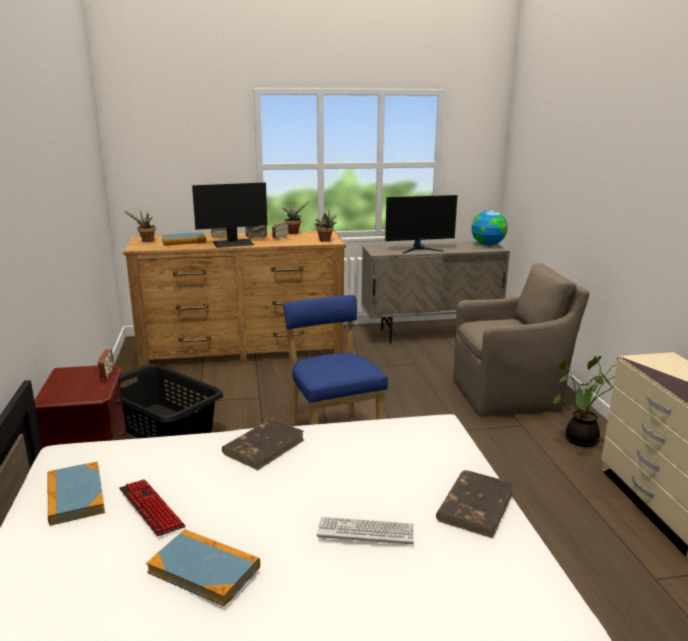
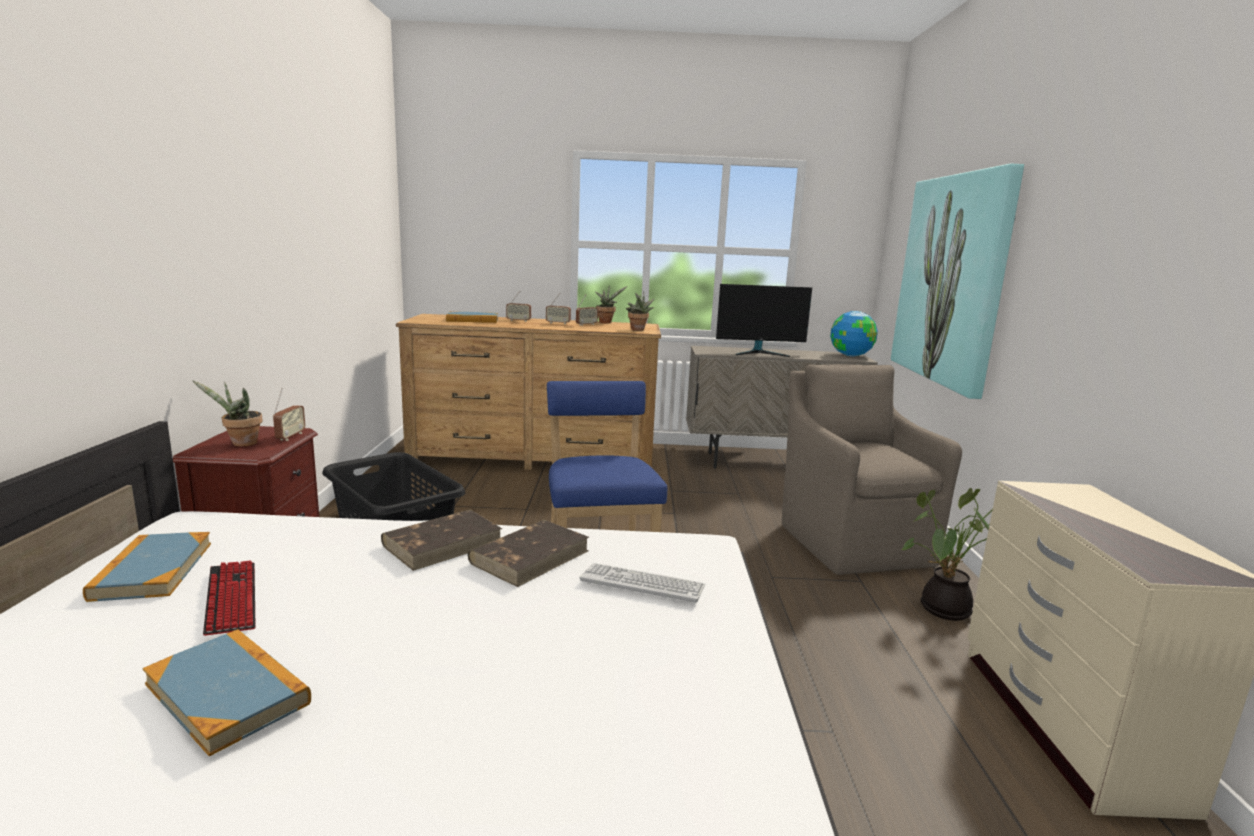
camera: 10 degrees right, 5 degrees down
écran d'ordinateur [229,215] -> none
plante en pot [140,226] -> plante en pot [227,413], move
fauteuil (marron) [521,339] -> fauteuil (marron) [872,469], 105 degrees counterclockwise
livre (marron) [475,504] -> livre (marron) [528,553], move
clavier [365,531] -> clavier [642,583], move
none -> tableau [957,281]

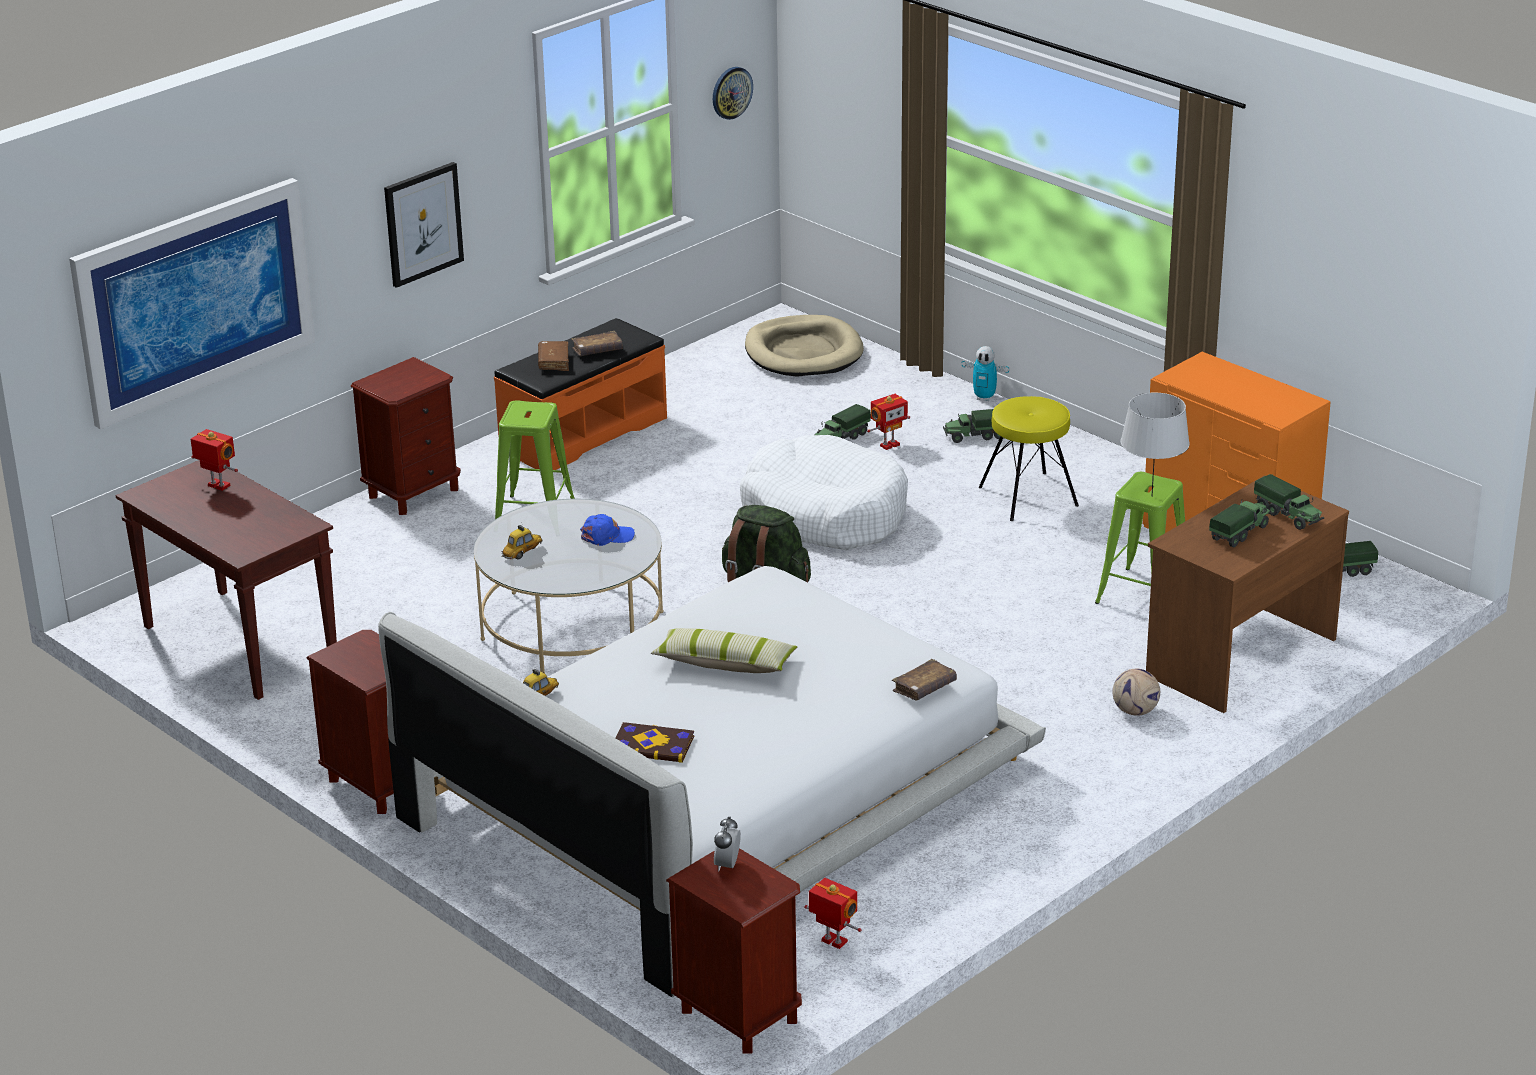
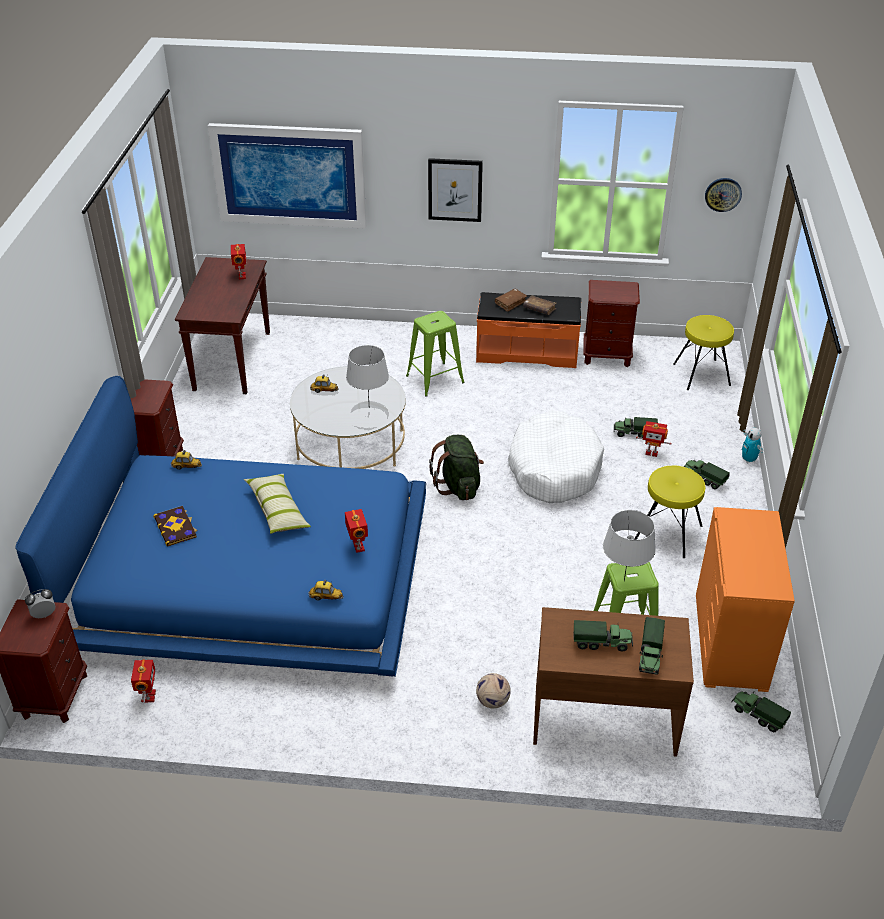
camera: 50 degrees right, 10 degrees up
panier pour chien (beige) [804,346] -> tabouret (jaune) [703,352]
table de chevet (marron) [406,436] -> table de chevet (marron) [611,323], move
casquette (bleu) [607,530] -> lampe de table (gris) [367,372]
lit (blanc) [712,781] -> lit (bleu) [220,526]
livre (marron) [924,679] -> petite voiture [326,590]
none -> robot jouet [356,531]

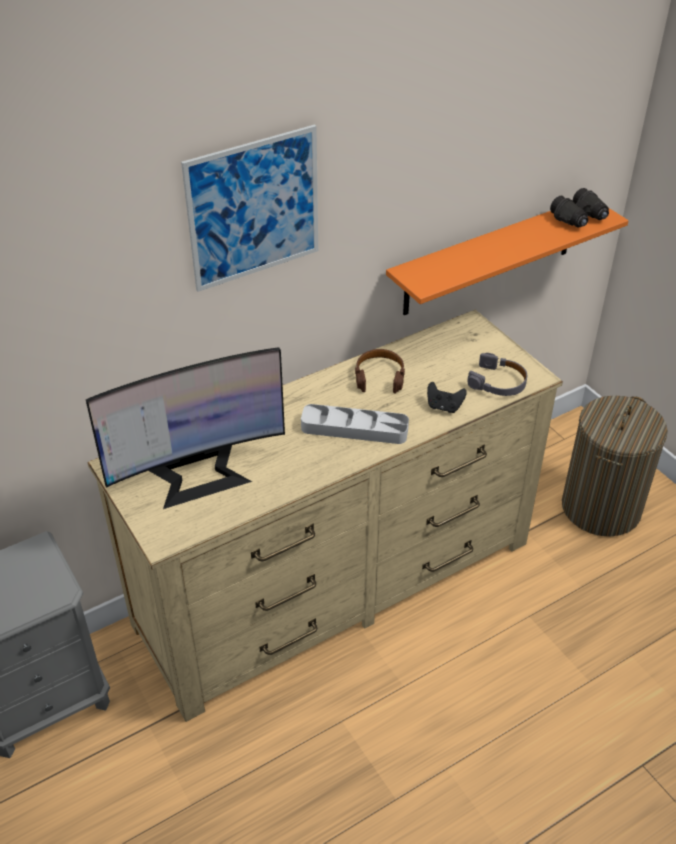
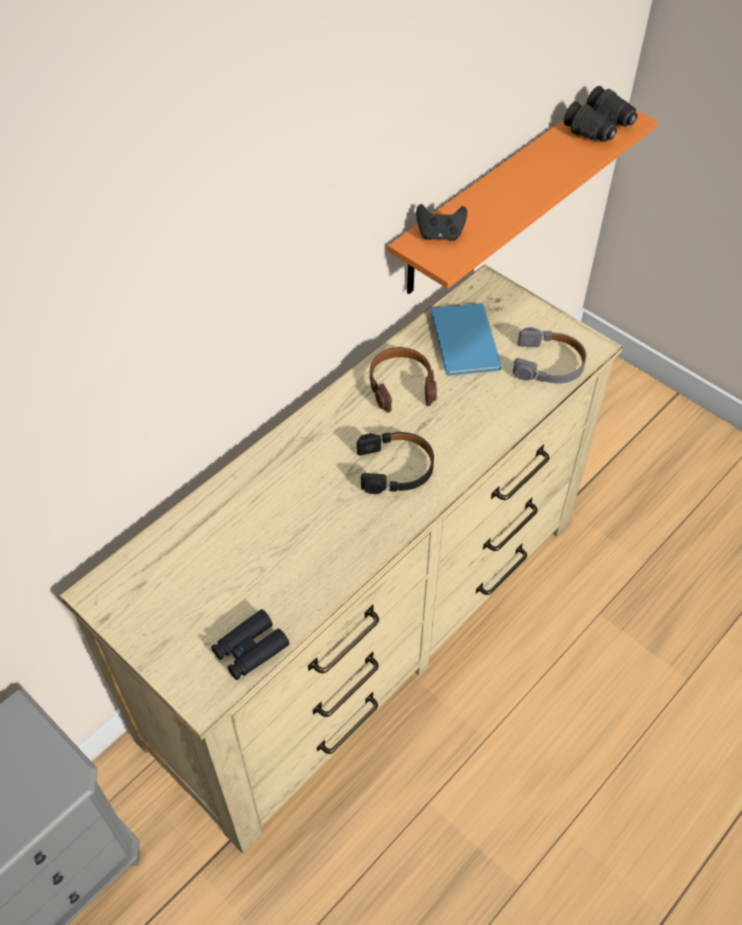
camera: 15 degrees left, 10 degrees up
tableau [249,208] -> none
écran d'ordinateur [185,428] -> none
manette (noir) [447,397] -> manette (noir) [441,222], move
panier à linge [615,466] -> none
plateau (gris) [355,424] -> casque audio (noir) [395,463]
none -> livre (bleu) [466,339]
none -> jumelles (noir) [250,644]

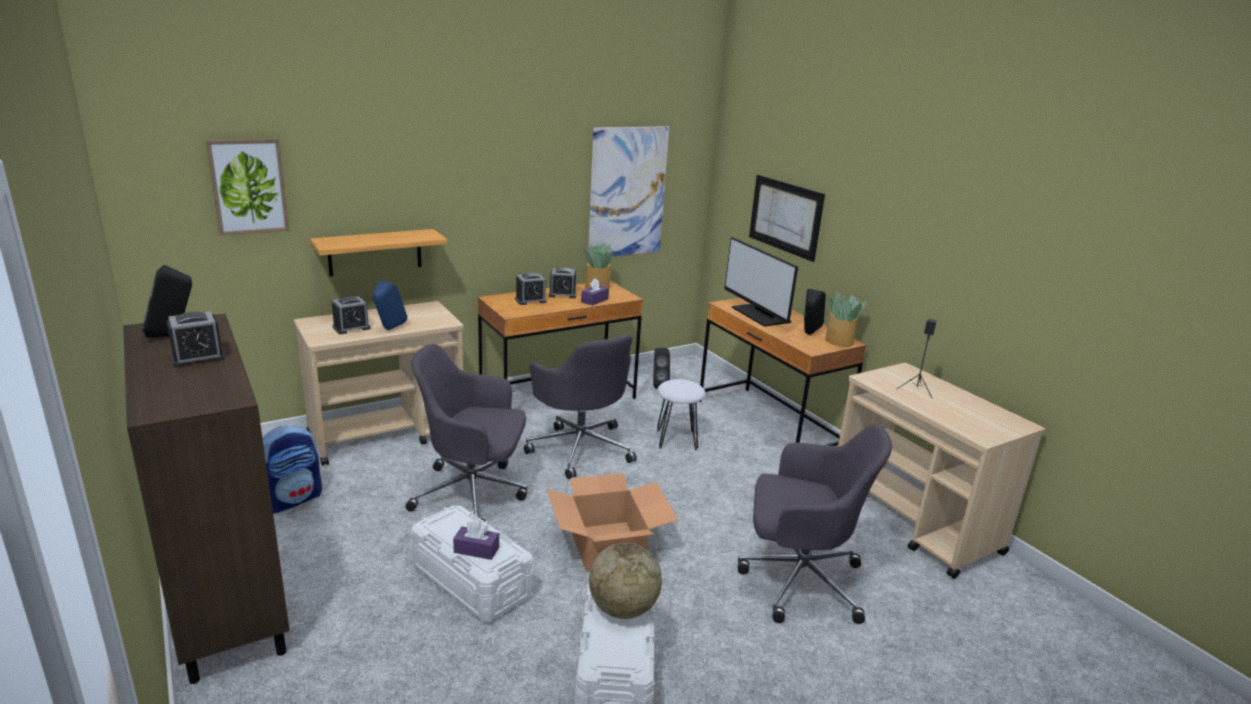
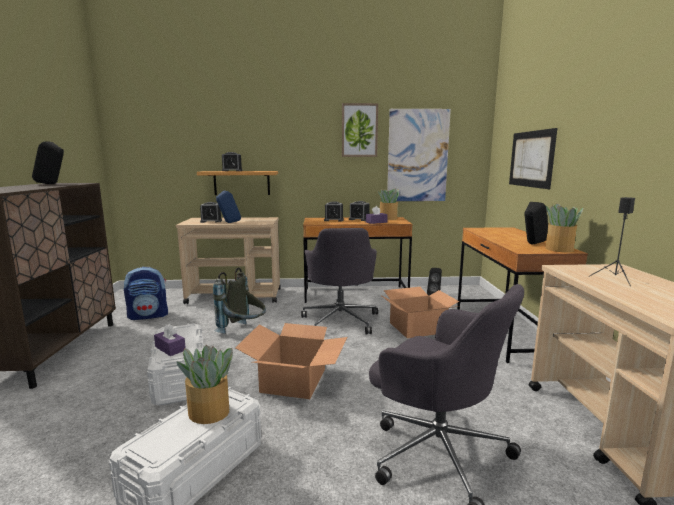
camera: 30 degrees right, 10 degrees down
tableau [247,187] -> tableau [360,130], move
écran d'ordinateur [761,282] -> none
réveil [196,339] -> réveil [232,161], move
chaise de bureau (gris) [466,433] -> sac à dos (gris) [239,300]
tabouret (blanc) [681,414] -> carton [420,313]
globe [625,580] -> plante en pot [205,384]

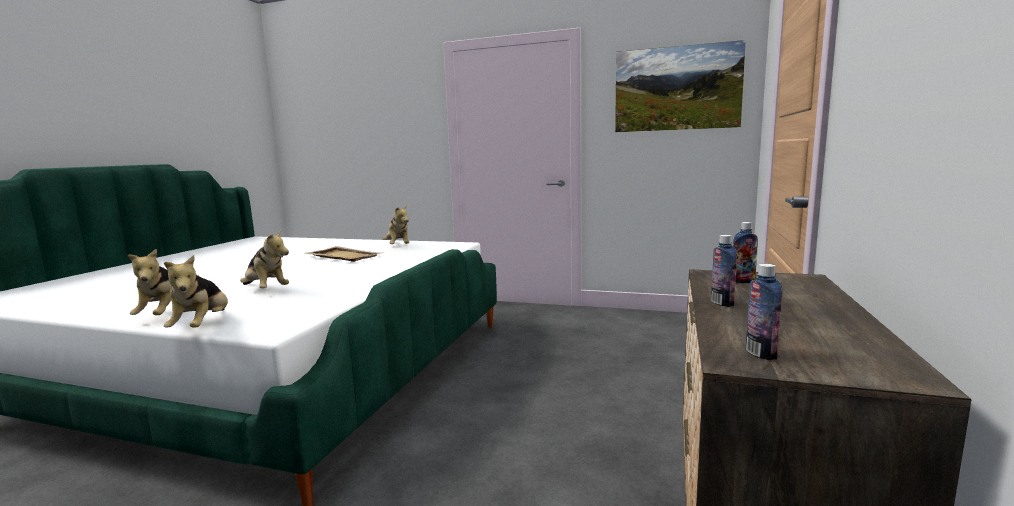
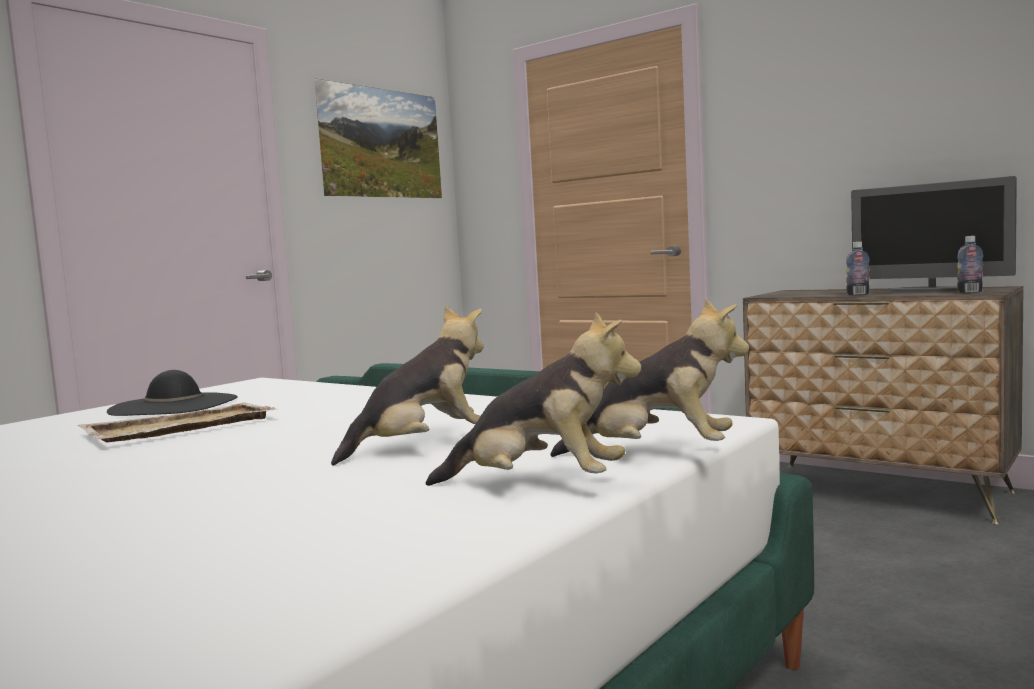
camera: 70 degrees left, 5 degrees down
peluche [396,224] -> chapeau (noir) [172,393]
bouteille [745,252] -> none
none -> écran d'ordinateur [934,234]

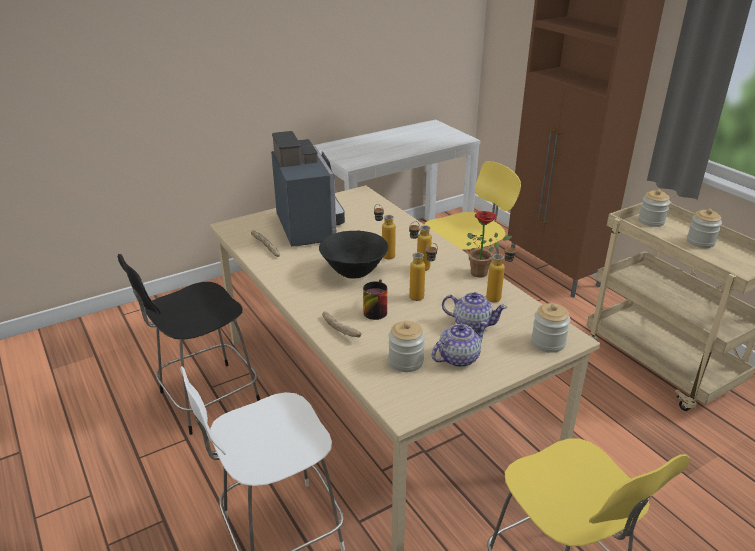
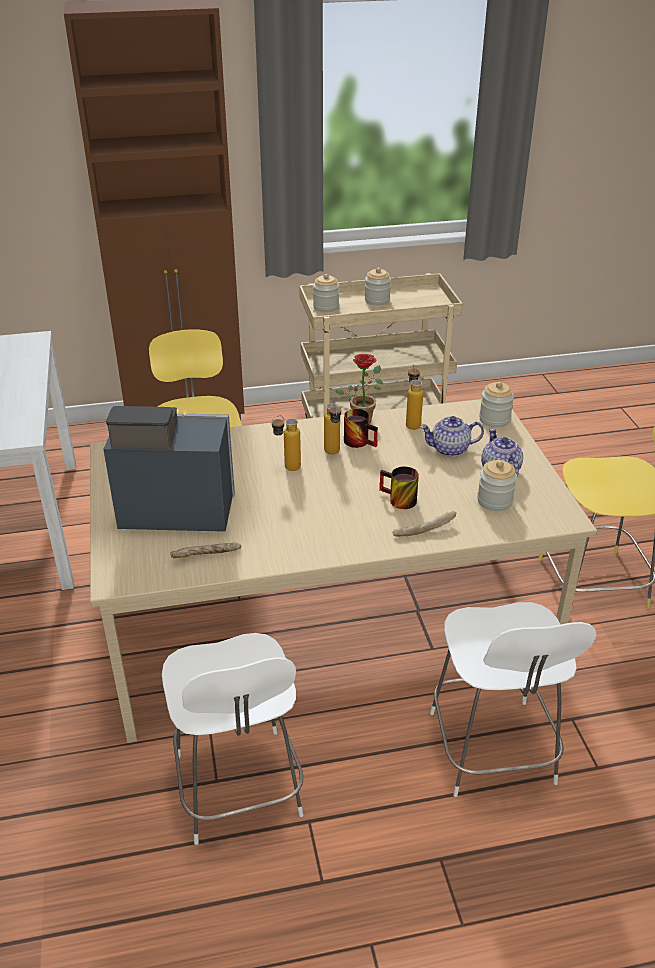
camera: 70 degrees left, 5 degrees up
bol (noir) [353,255] -> none
bouteille [423,272] -> none
tabouret (noir) [189,344] -> tabouret (blanc) [232,739]
théière [474,311] -> théière [452,436], 135 degrees counterclockwise
none -> mug [361,428]

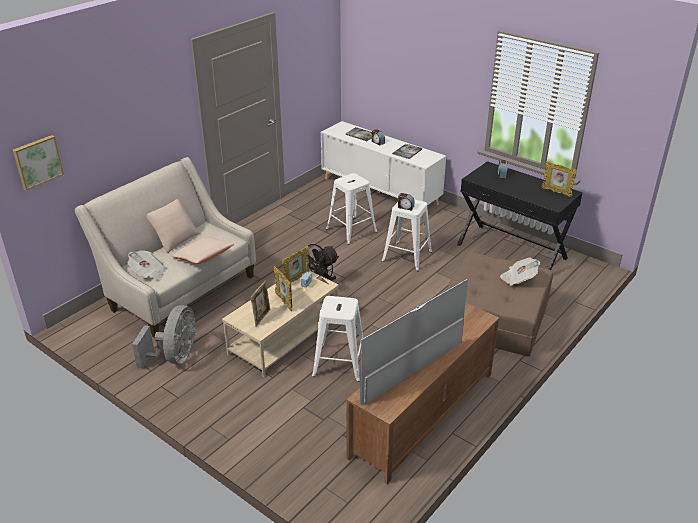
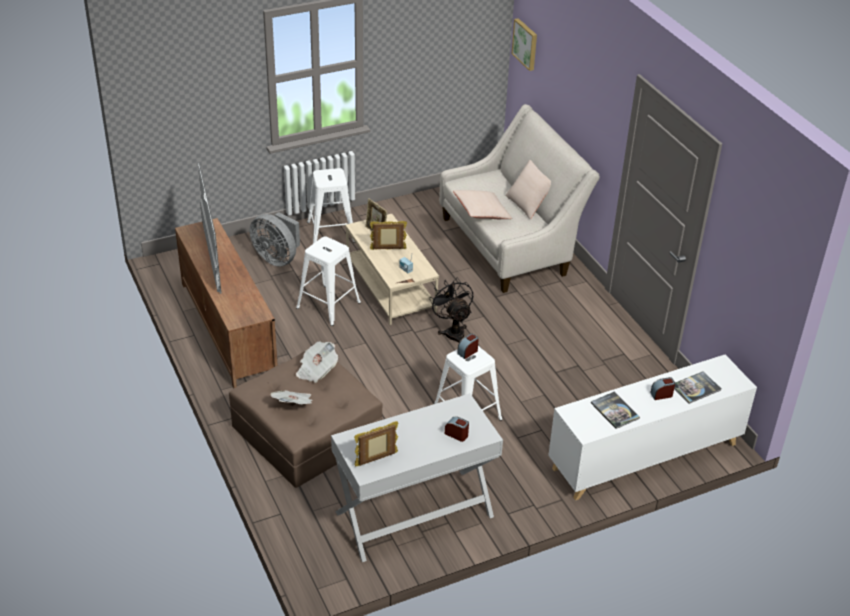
camera: 115 degrees right, 5 degrees up
table console (noir) [520,215] -> table console (blanc) [417,478]
tabouret (blanc) [351,208] -> tabouret (blanc) [331,206], move
cadre photo [295,264] -> none
journal [146,265] -> journal [317,362], move
ventilateur (gris) [164,336] -> ventilateur (gris) [275,239], move

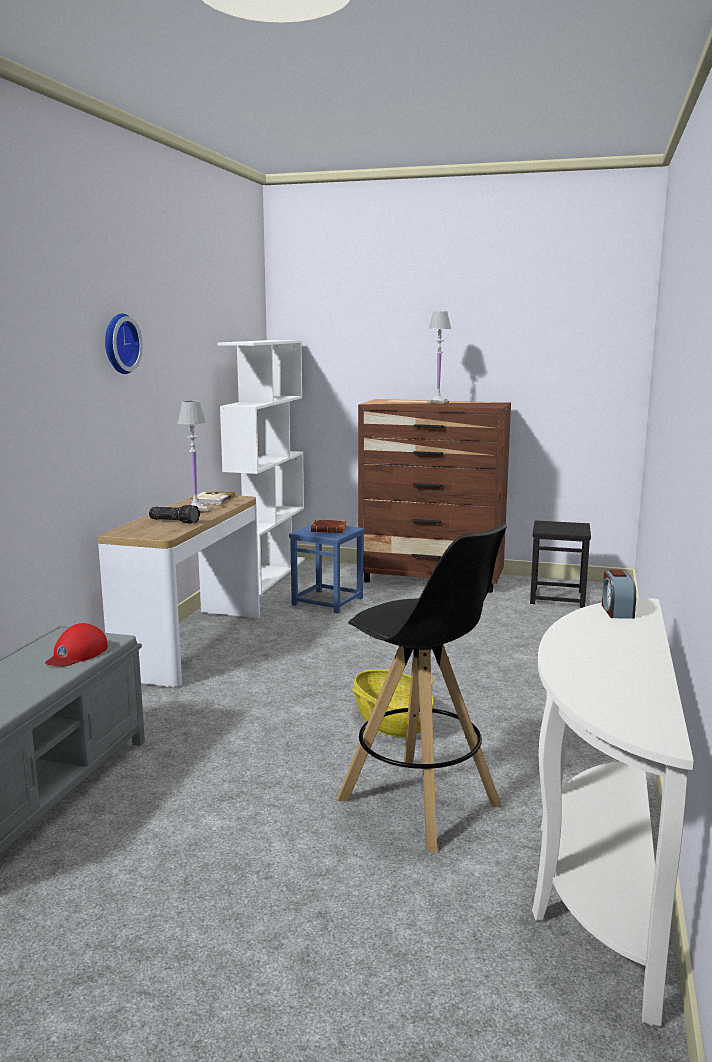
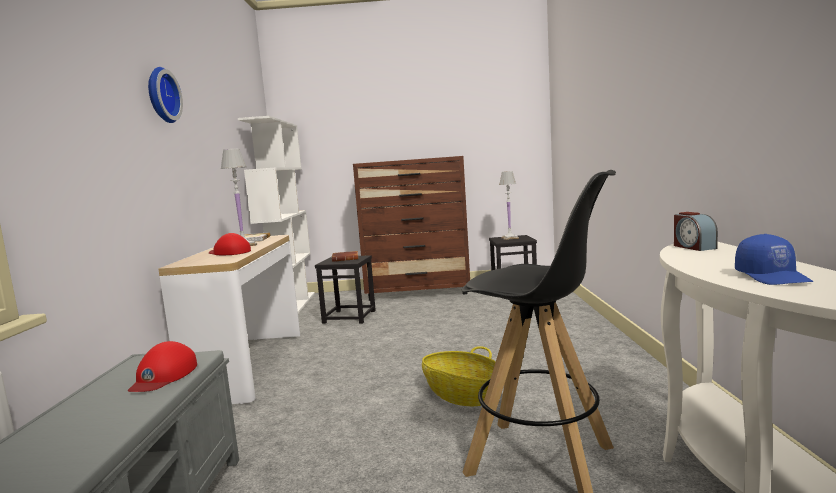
camera: 15 degrees left, 5 degrees down
lampe de table (blanc) [439,357] -> lampe de table (blanc) [509,205], move
lampe de poche [174,514] -> casquette (rouge) [230,244]
tabouret (bleu) [326,569] -> tabouret (noir) [345,289]
none -> casquette (bleu) [774,259]

